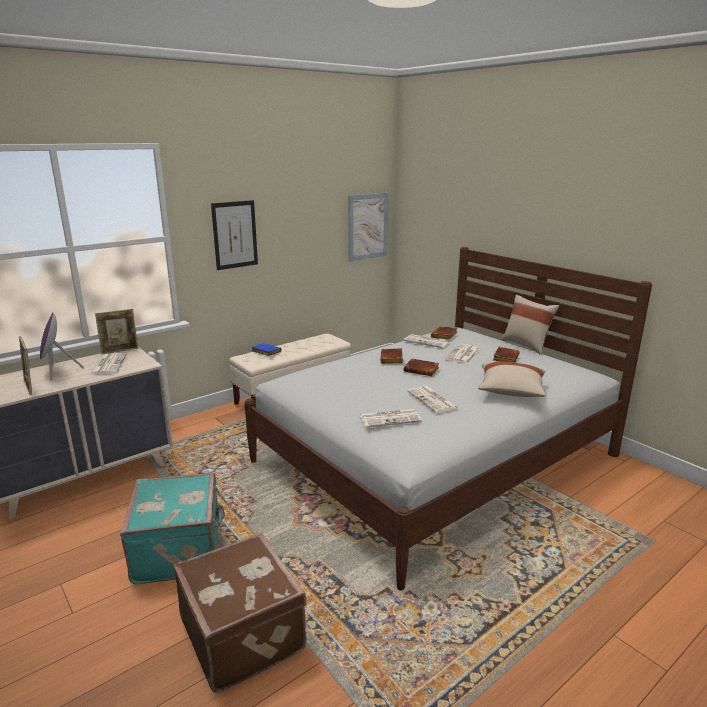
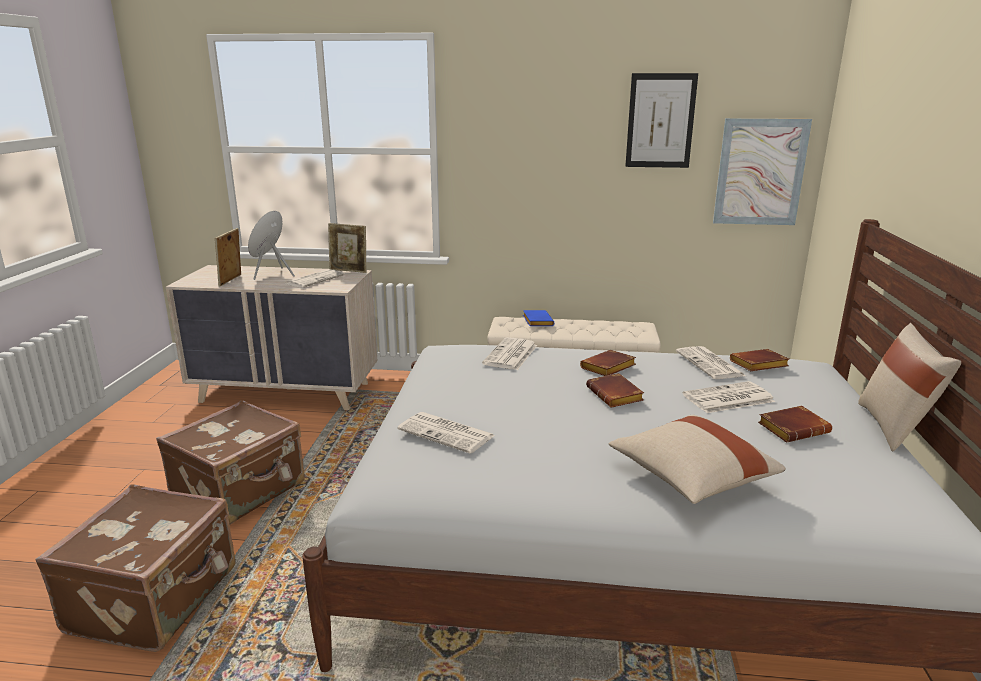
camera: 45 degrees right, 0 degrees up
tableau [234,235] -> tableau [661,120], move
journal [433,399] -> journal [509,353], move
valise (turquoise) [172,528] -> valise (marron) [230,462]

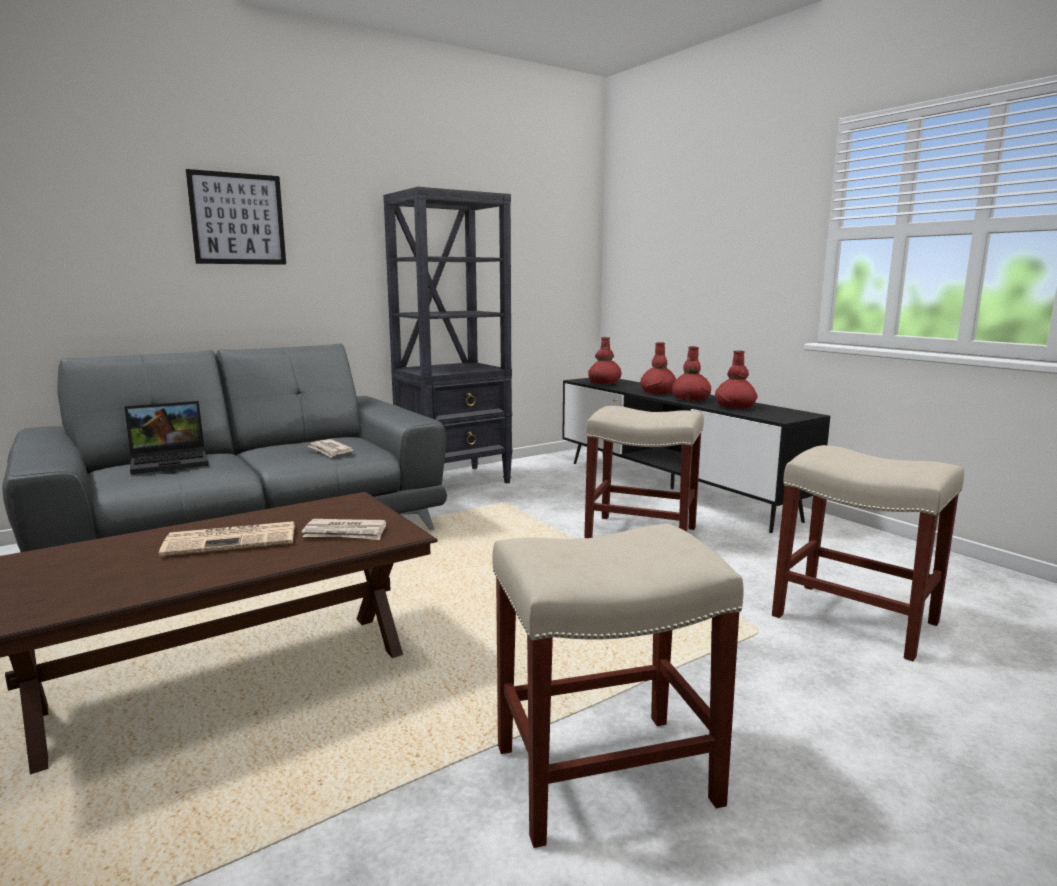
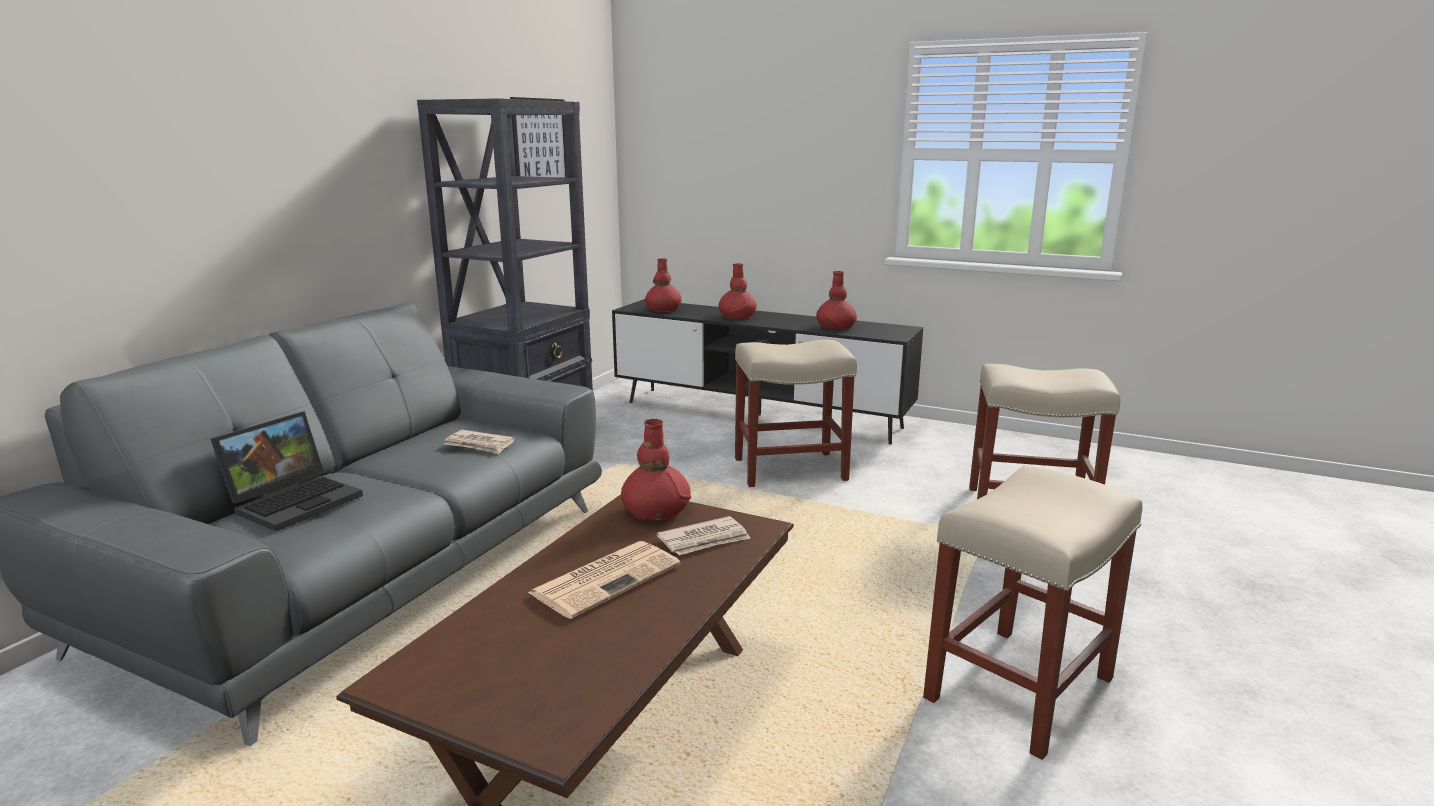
camera: 30 degrees left, 5 degrees up
tableau [236,217] -> tableau [539,143], move
vase (rouge) [691,374] -> vase (rouge) [656,469], move

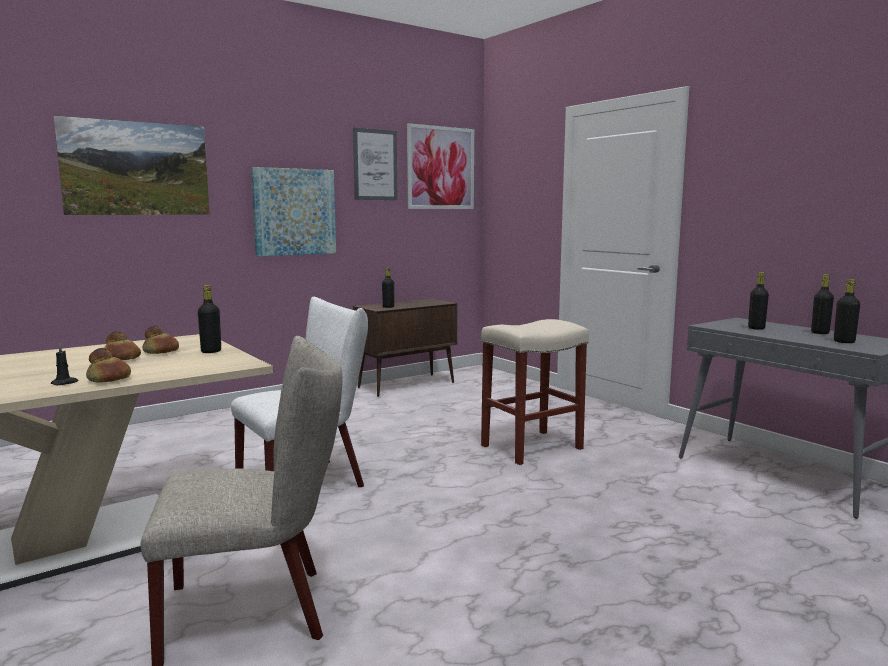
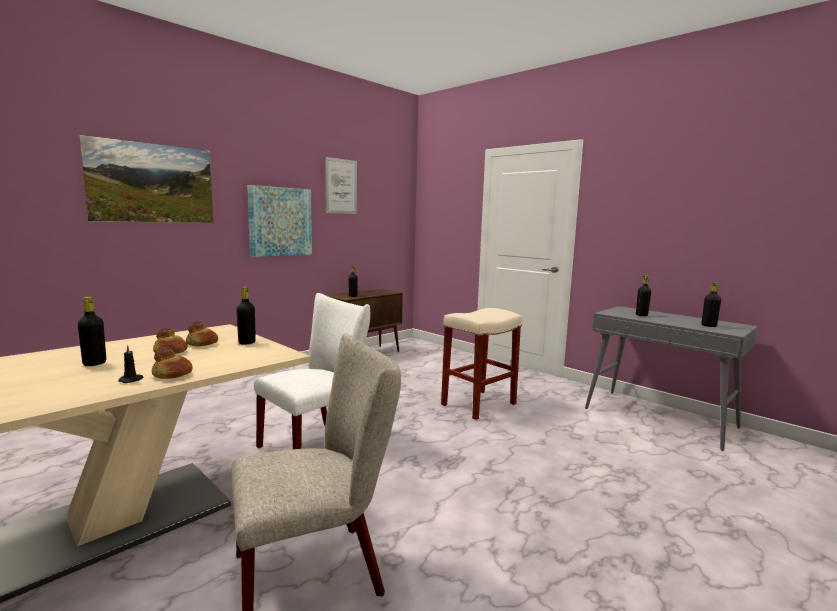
camera: 10 degrees left, 0 degrees up
tableau [440,166] -> none
bouteille (noir) [822,304] -> bouteille (noir) [91,331], move

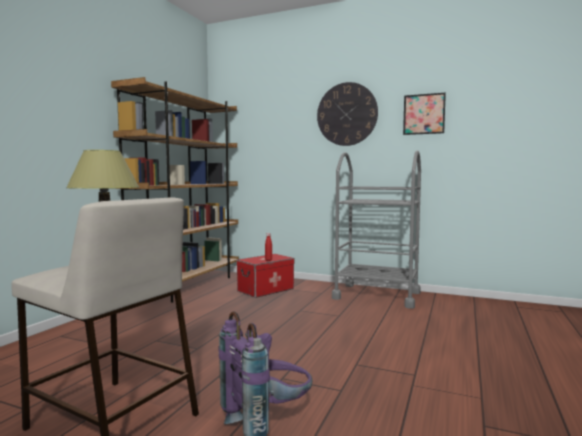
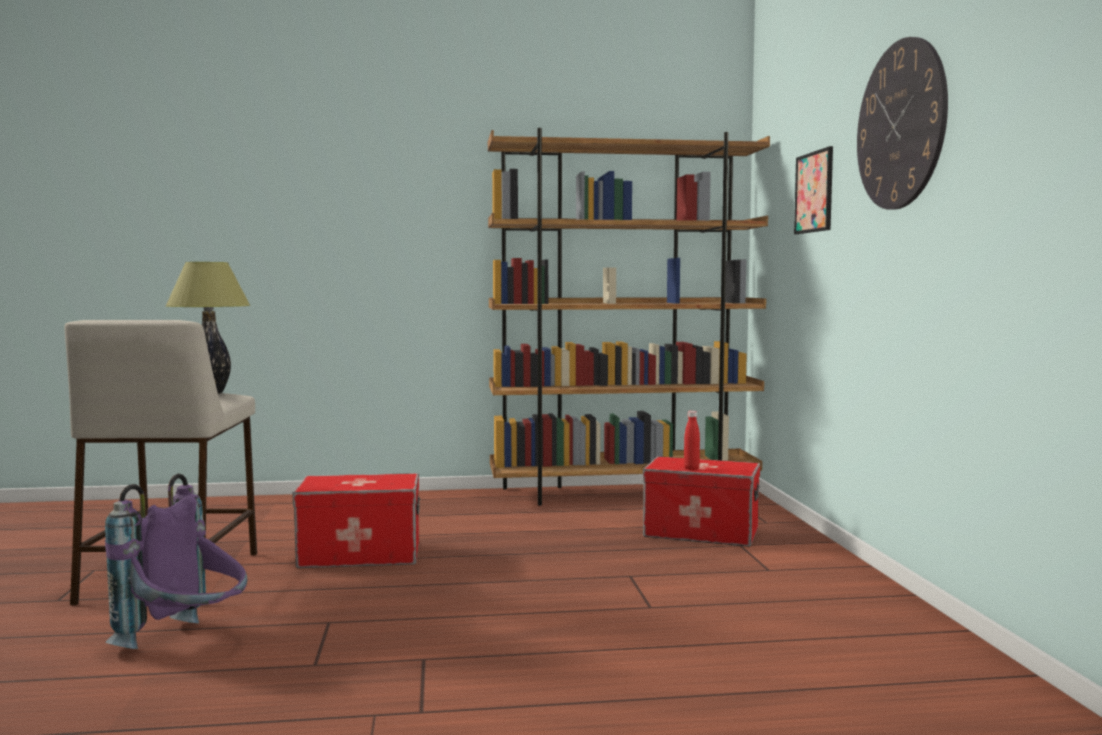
camera: 60 degrees right, 0 degrees up
tableau [424,114] -> tableau [813,190], move
chariot (gris) [376,230] -> none
none -> boîte de rangement [356,520]

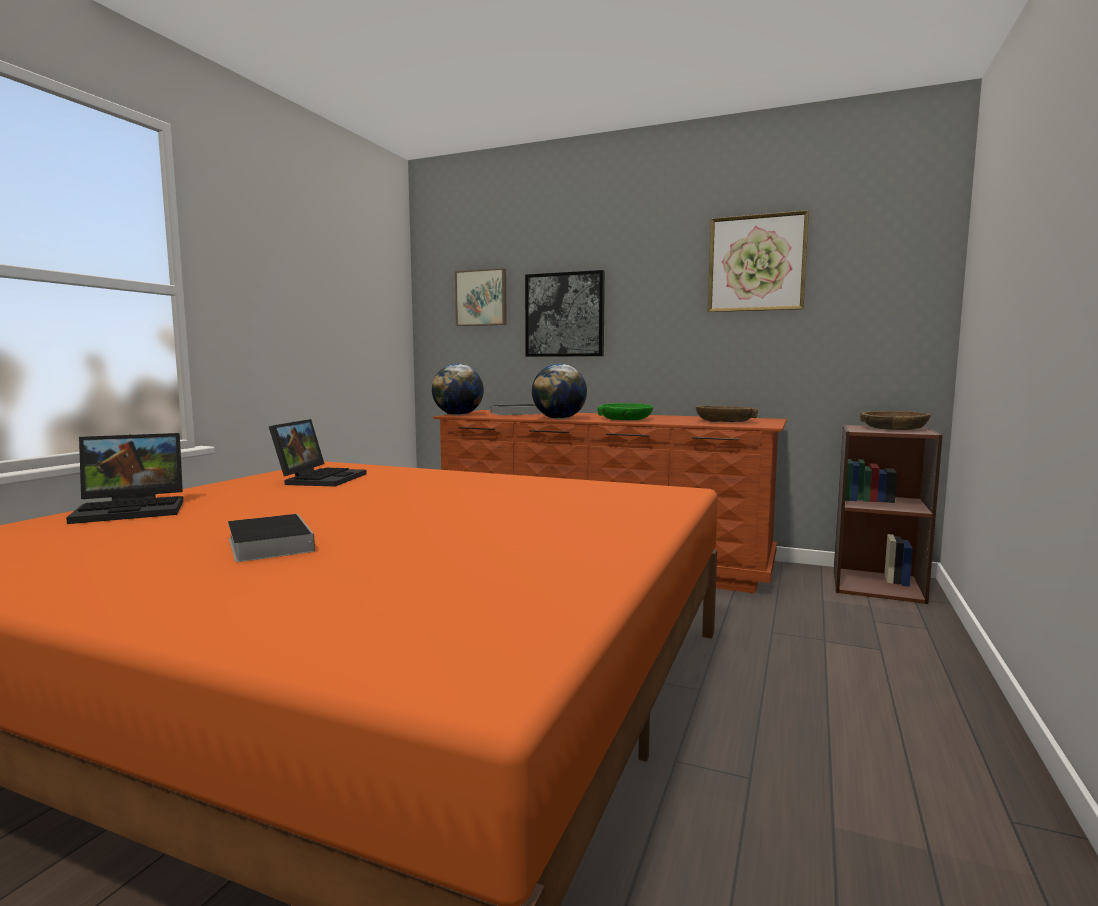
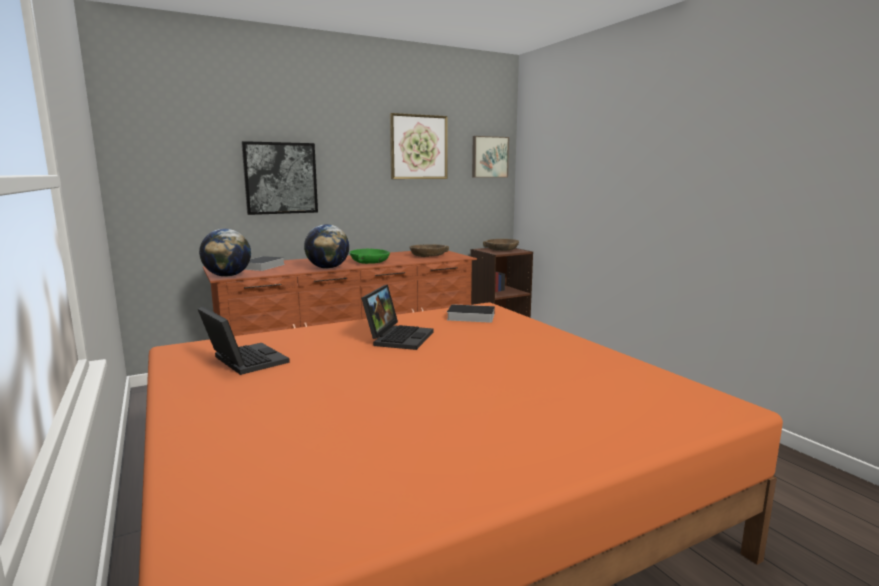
camera: 50 degrees left, 5 degrees up
tableau [481,297] -> tableau [490,157], move
ordinateur portable [124,478] -> ordinateur portable [397,317], move
livre [271,538] -> livre [471,313], move

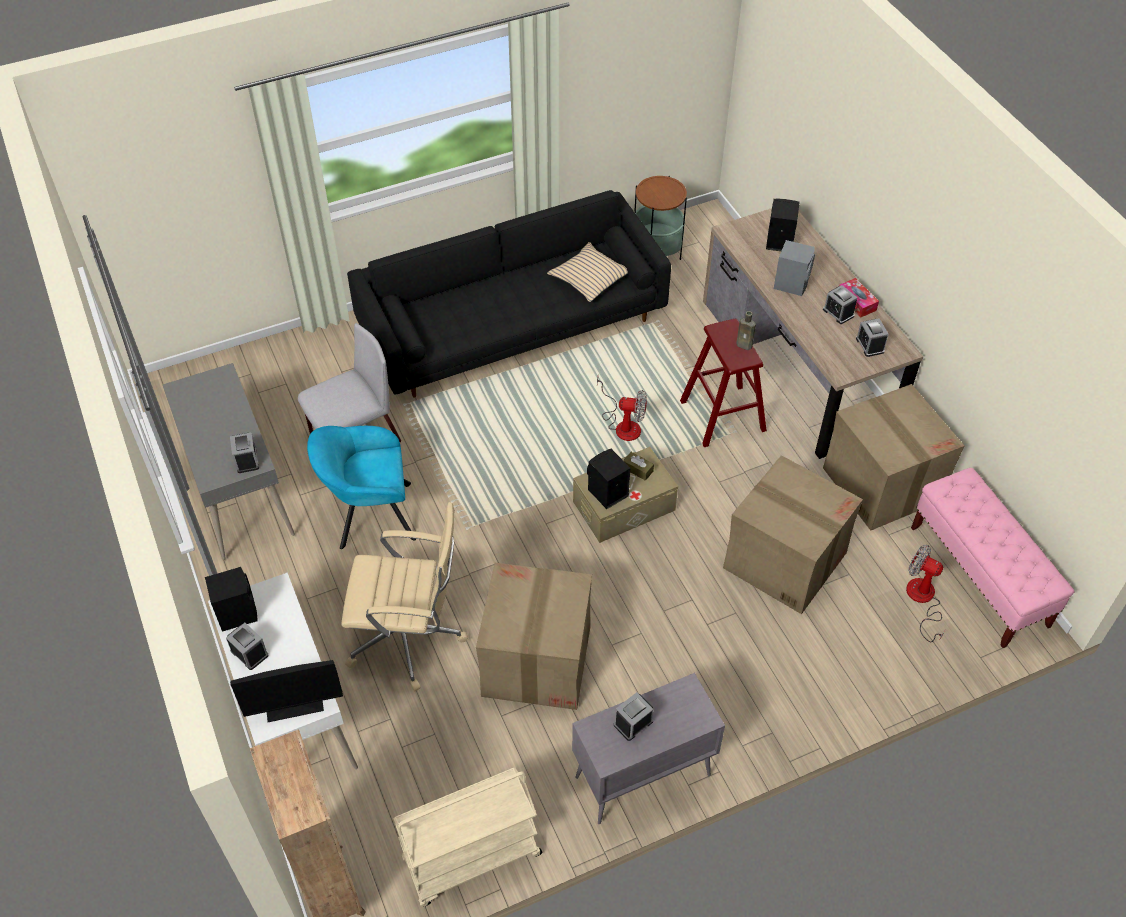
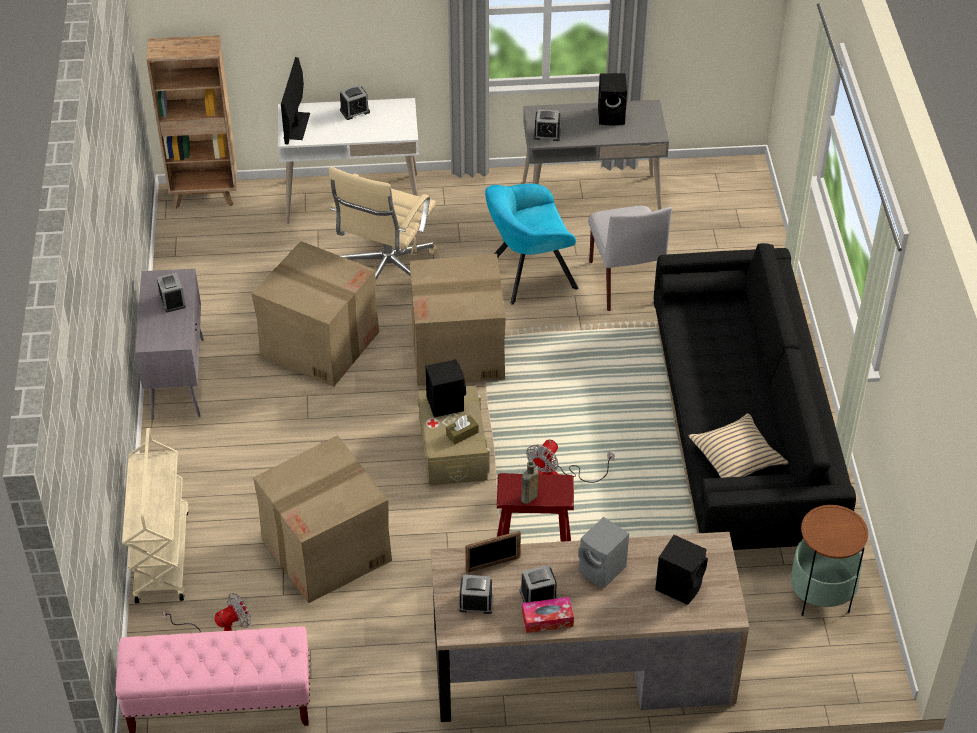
camera: 110 degrees right, 5 degrees down
carton [894,457] -> carton [457,320], move
fauteuil (turquoise) [361,487] -> fauteuil (turquoise) [531,244], 120 degrees counterclockwise
enceinte (noir) [231,599] -> enceinte (noir) [612,99], move
chariot (beige) [467,837] -> chariot (beige) [155,515], move
none -> cadre photo [493,552]

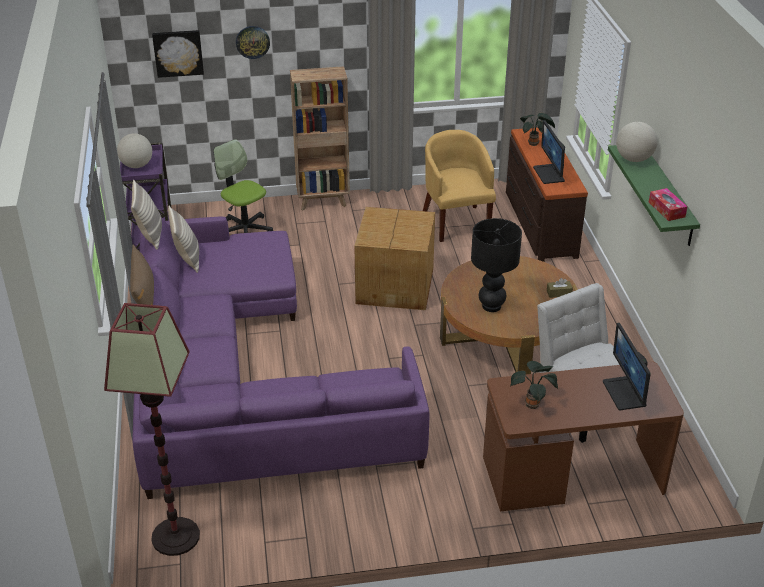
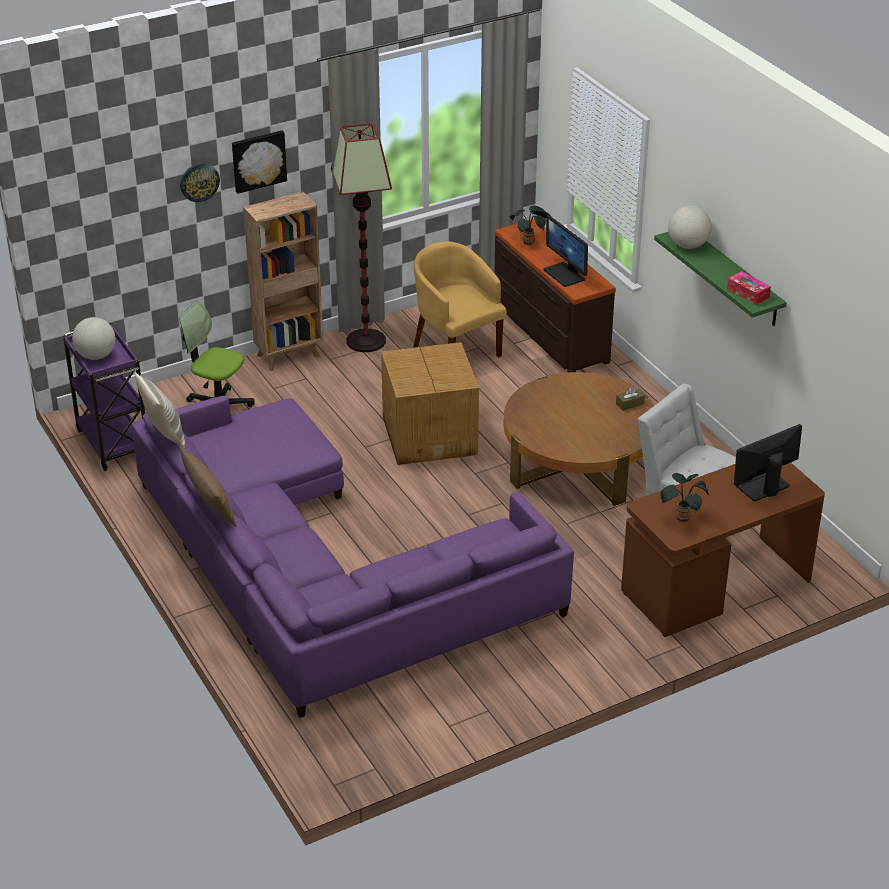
camera: 20 degrees left, 0 degrees up
tableau [178,54] -> tableau [259,162], move
coussin [183,239] -> none
lampe de table (noir) [496,265] -> none
lampadaire [152,429] -> lampadaire [361,237], move
écran d'ordinateur [627,366] -> écran d'ordinateur [768,462], 90 degrees clockwise

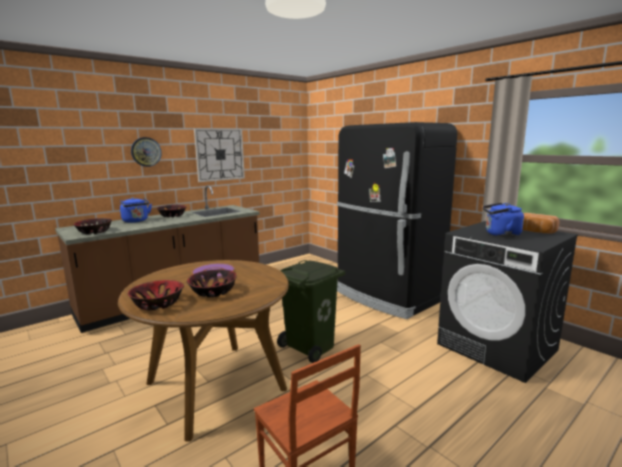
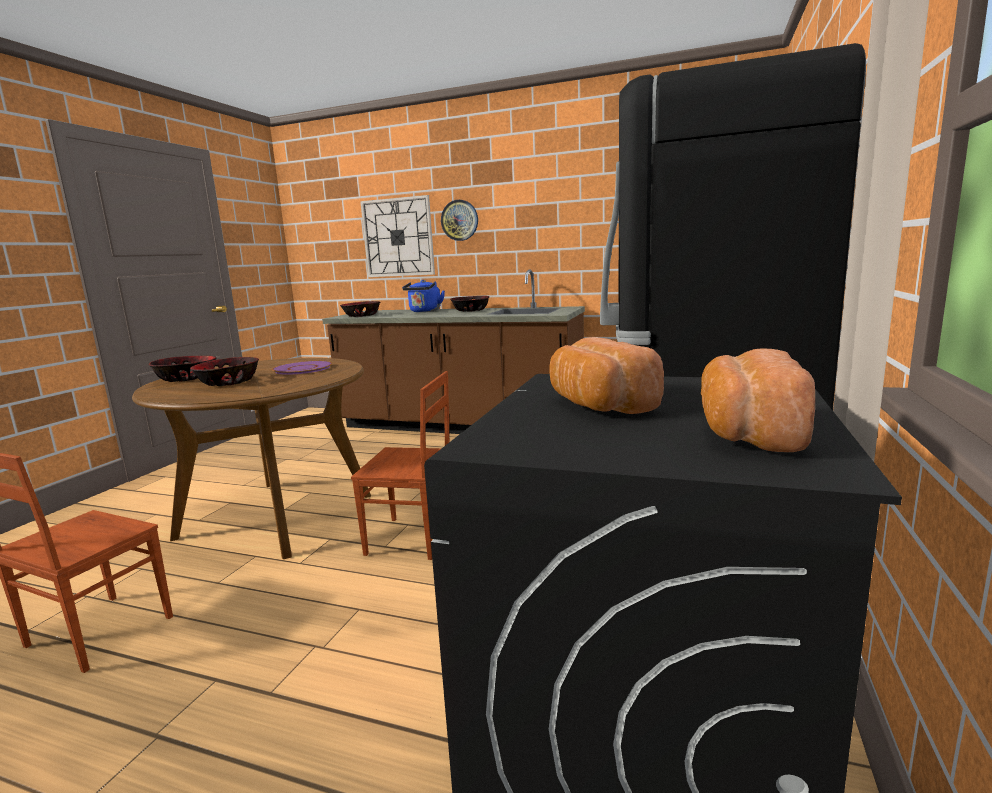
camera: 60 degrees right, 0 degrees up
horloge murale [219,155] -> horloge murale [397,236], move
bouilloire (bleu) [503,220] -> pain [606,375]
poubelle (vert) [311,311] -> chaise (marron) [400,465]

